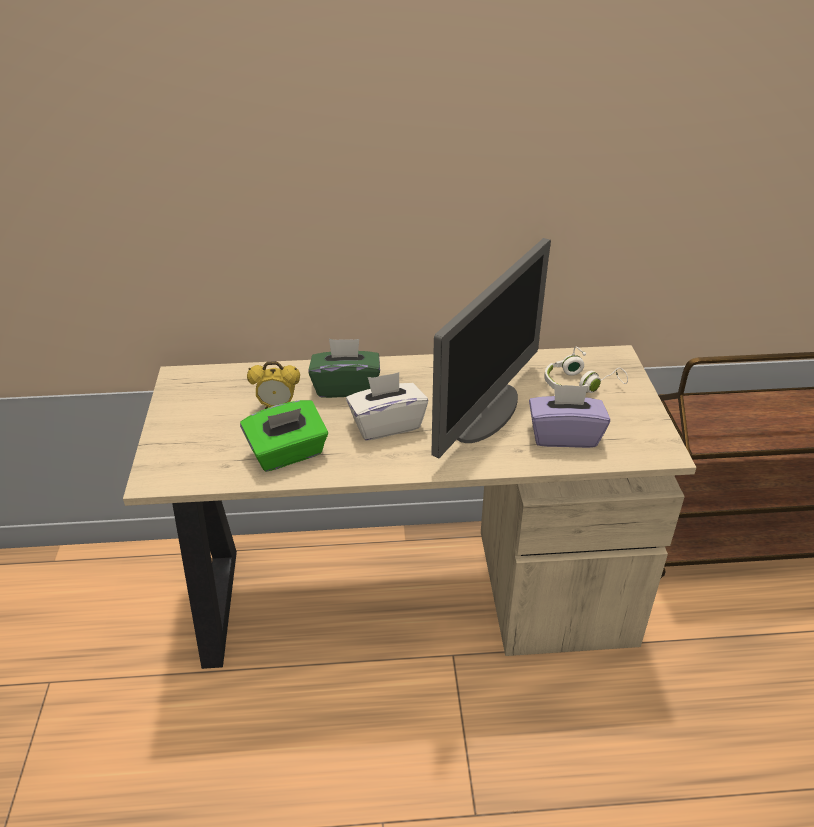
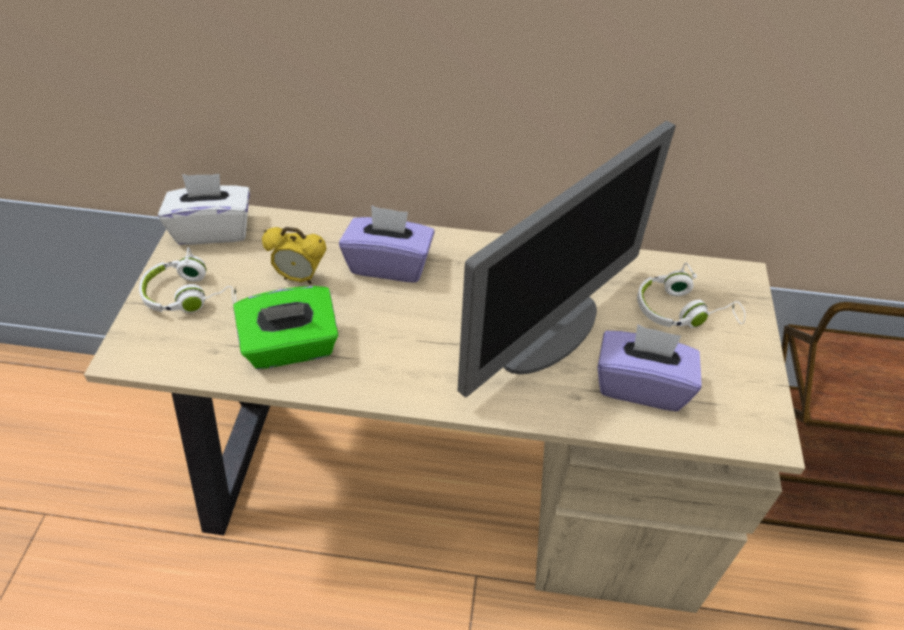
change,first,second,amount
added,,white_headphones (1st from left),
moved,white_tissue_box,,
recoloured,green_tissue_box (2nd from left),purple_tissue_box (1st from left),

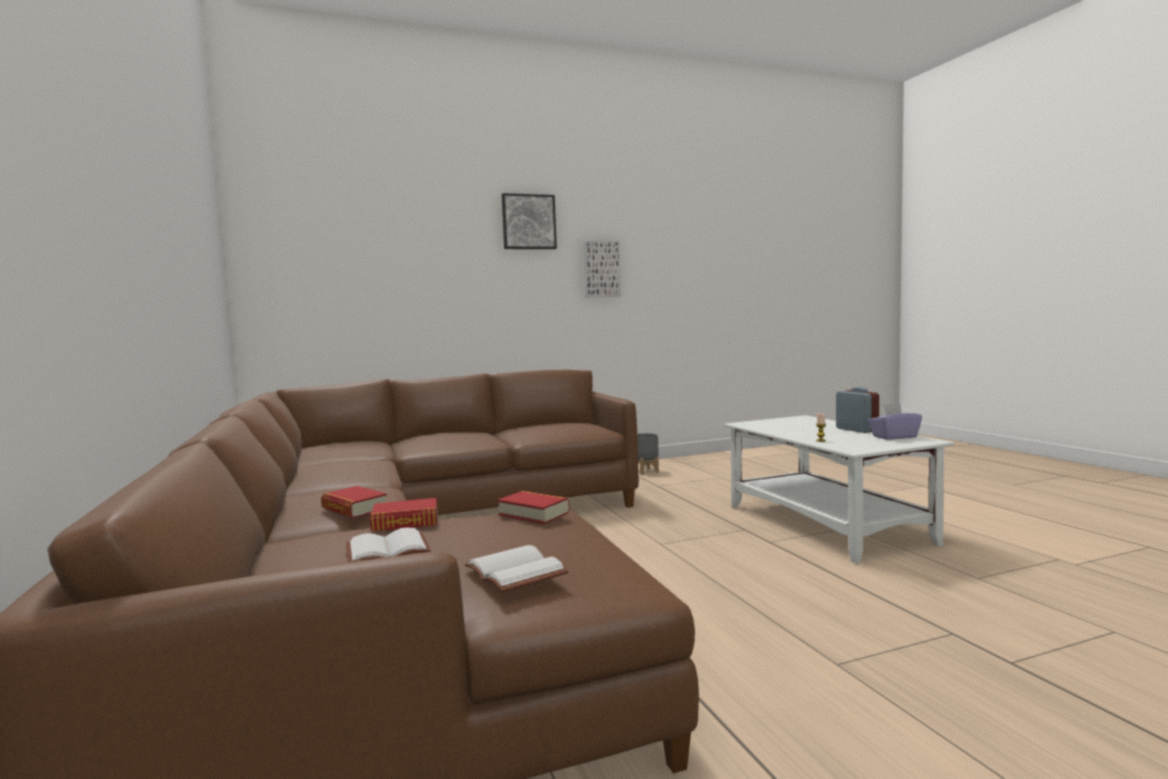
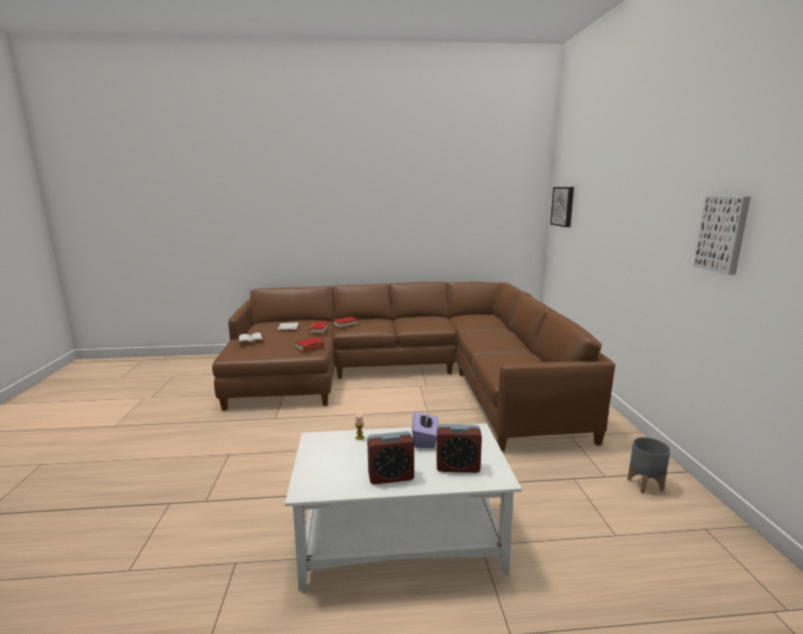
change,first,second,amount
added,,alarm_clock (2nd from left),
moved,picture (1st from left),,
moved,purple_tissue_box,,

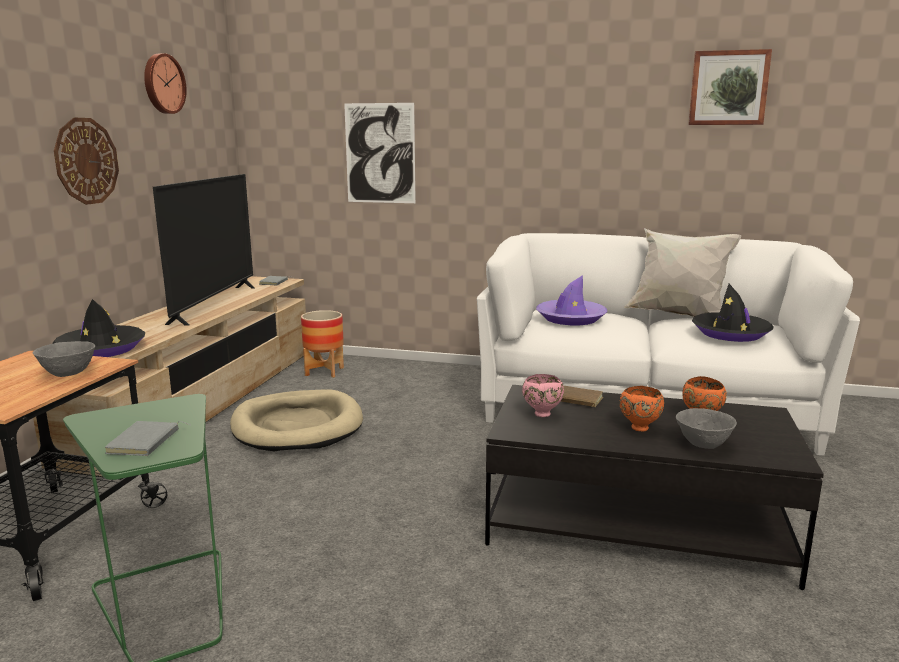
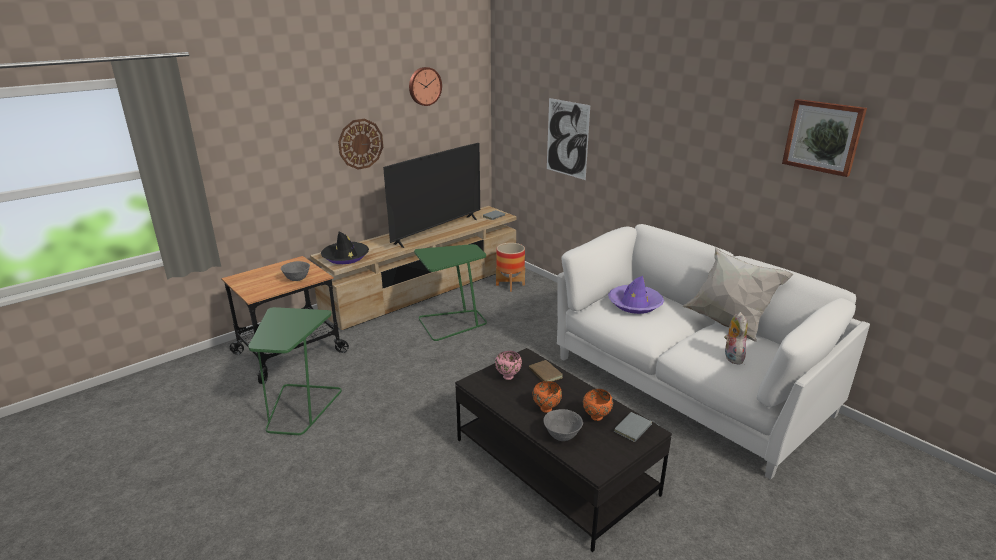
change,first,second,amount
moved,grey_book (1st from left in the first image),grey_book (2nd from left),
replaced,beige_dog_bed,green_side_table (2nd from left),
replaced,black_hat (2nd from left),plush_toy,

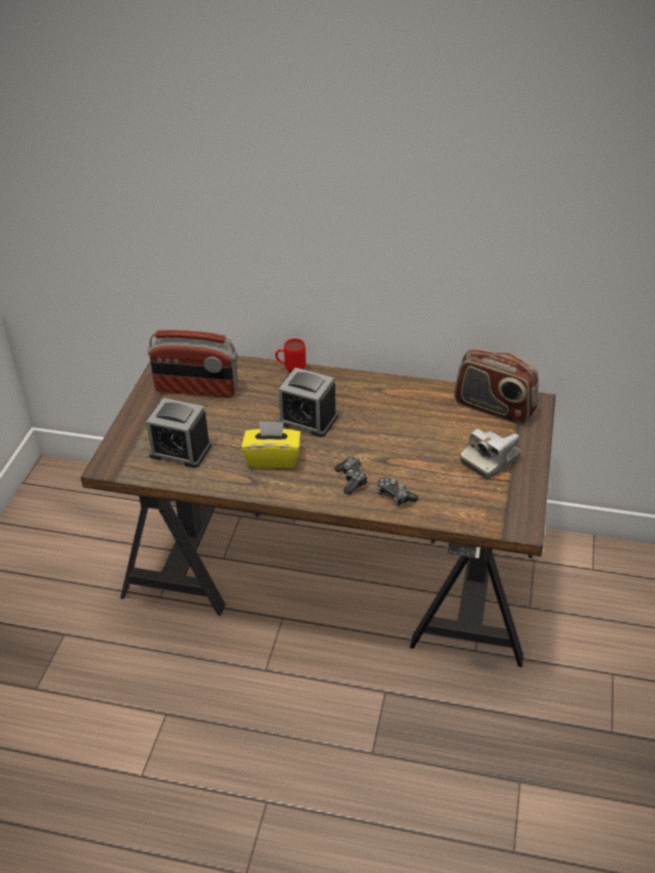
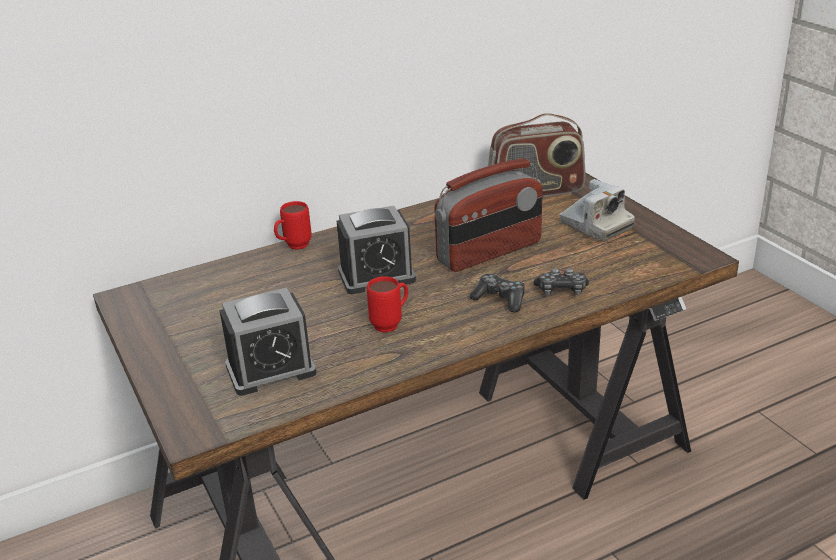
change,first,second,amount
moved,radio (1st from left),,
replaced,yellow_tissue_box,red_mug (2nd from left),
turned,photo_camera,,45 degrees counterclockwise

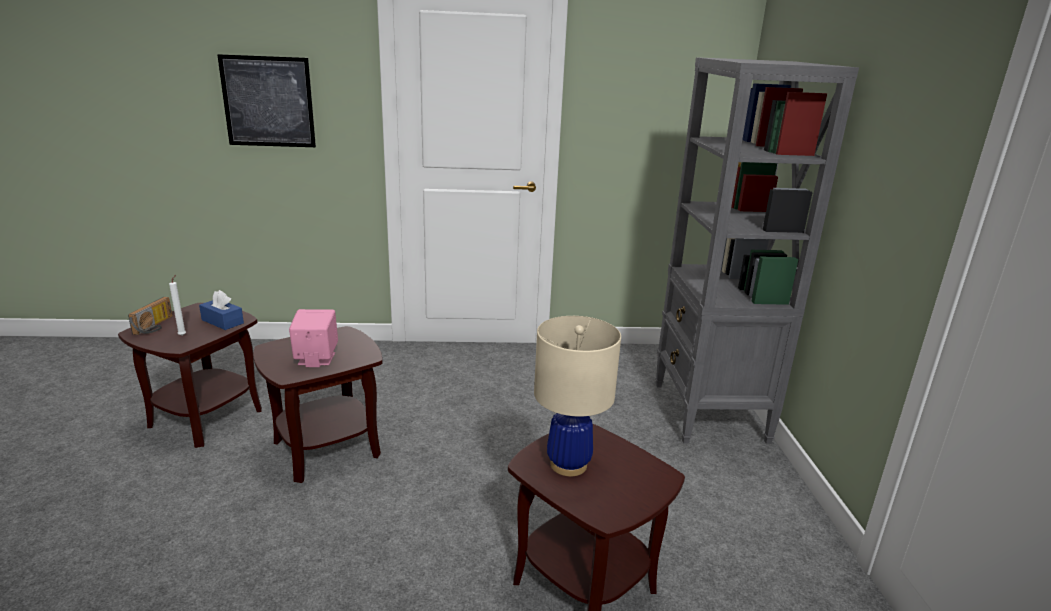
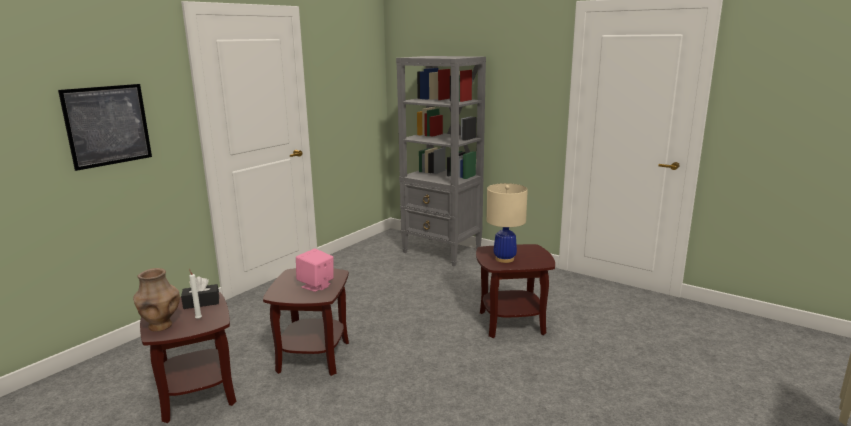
change,first,second,amount
replaced,radio,brown_vase,
recoloured,blue_tissue_box,black_tissue_box,

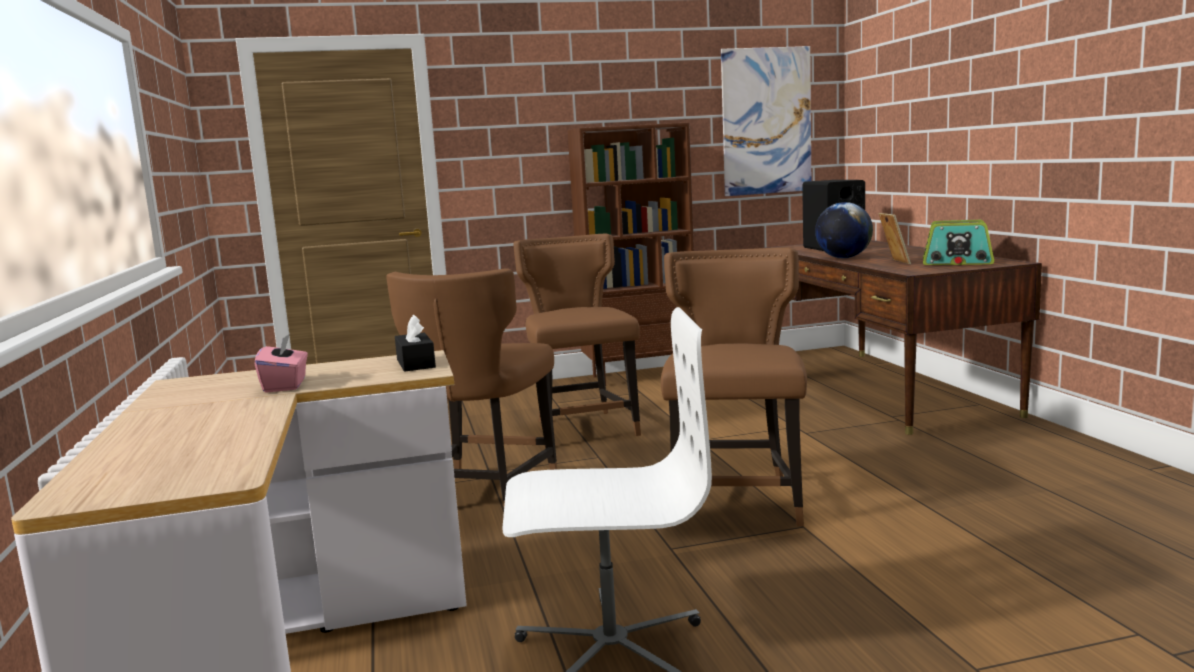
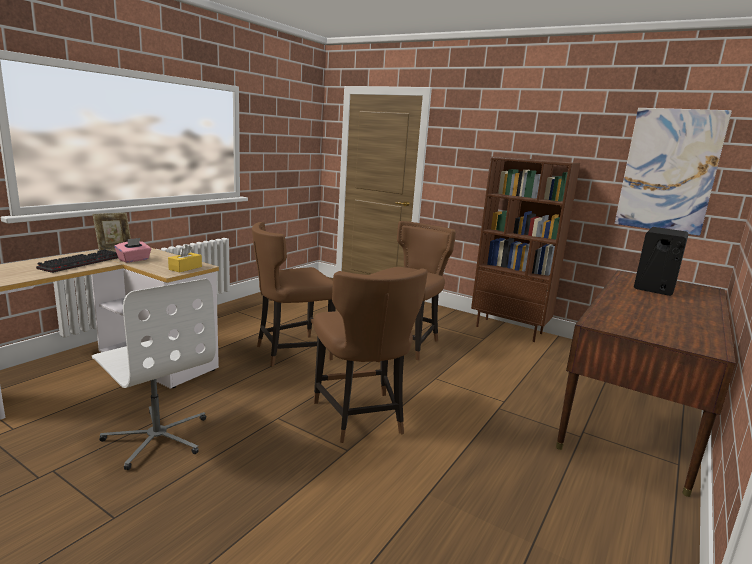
change,first,second,amount
removed,globe,,
removed,radio,,
added,,keyboard,
moved,picture_frame,,
recoloured,black_tissue_box,yellow_tissue_box,
turned,brown_chair (3rd from left in the first image),brown_chair (2nd from left),105 degrees clockwise

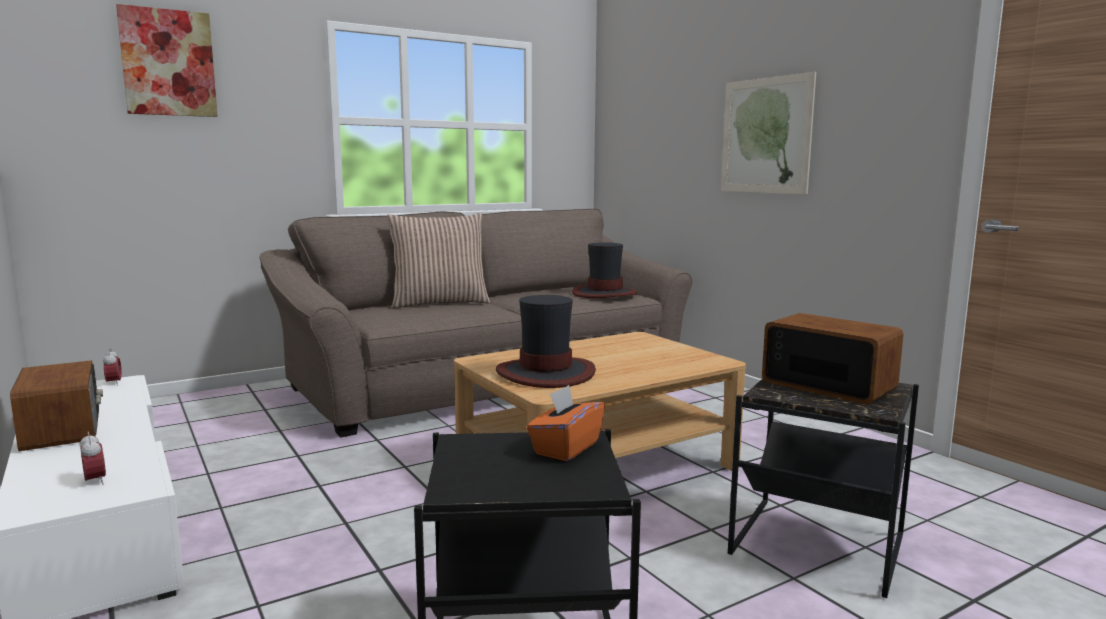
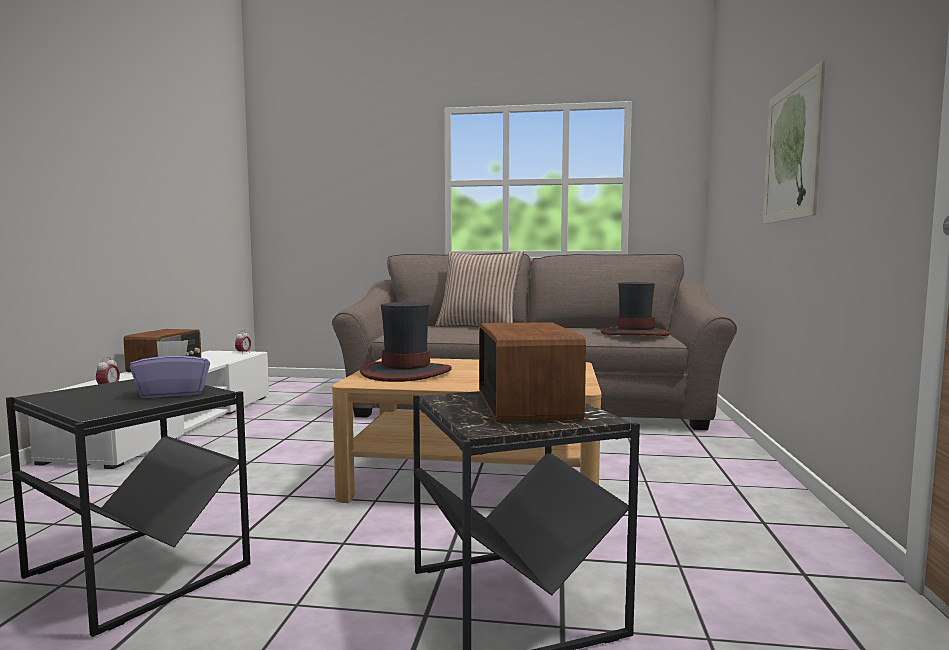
change,first,second,amount
removed,picture (1st from left),,
recoloured,orange_tissue_box,purple_tissue_box,

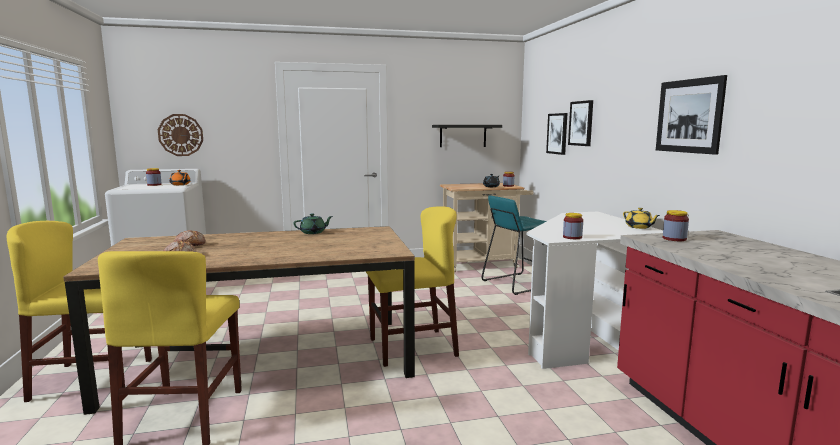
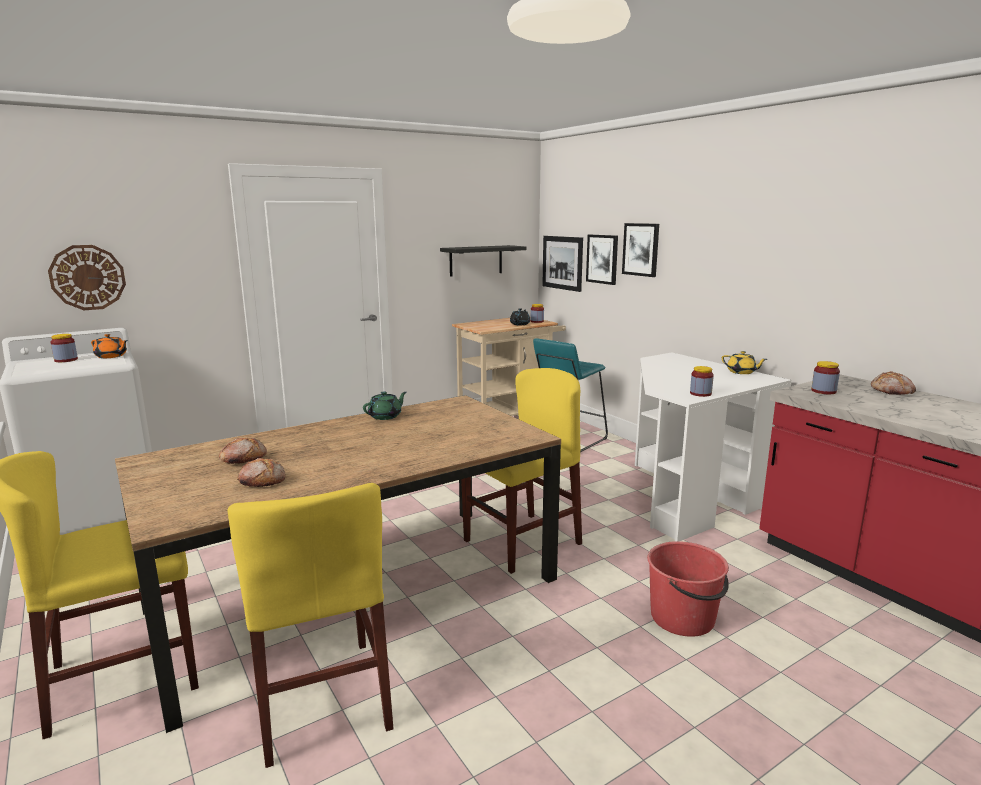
change,first,second,amount
added,,red_bucket,
added,,bread (3rd from left),
moved,picture (3rd from left in the first image),picture (1st from left),

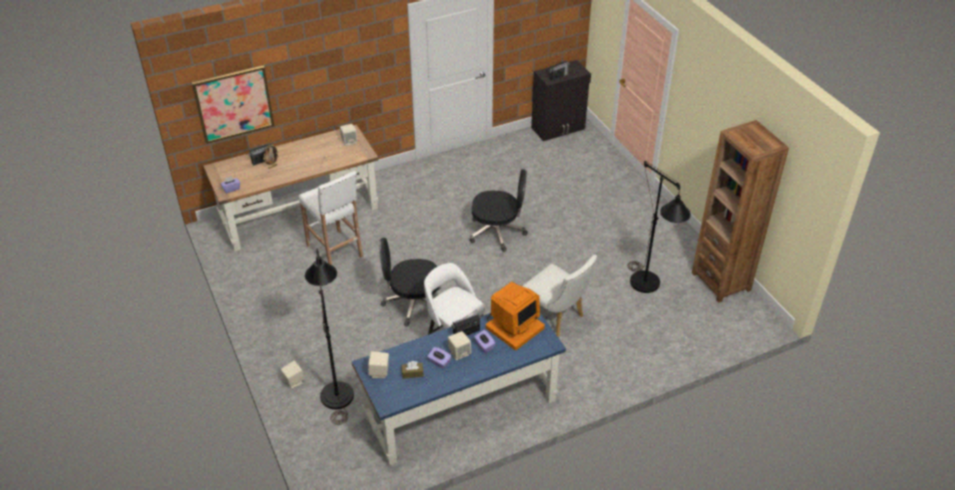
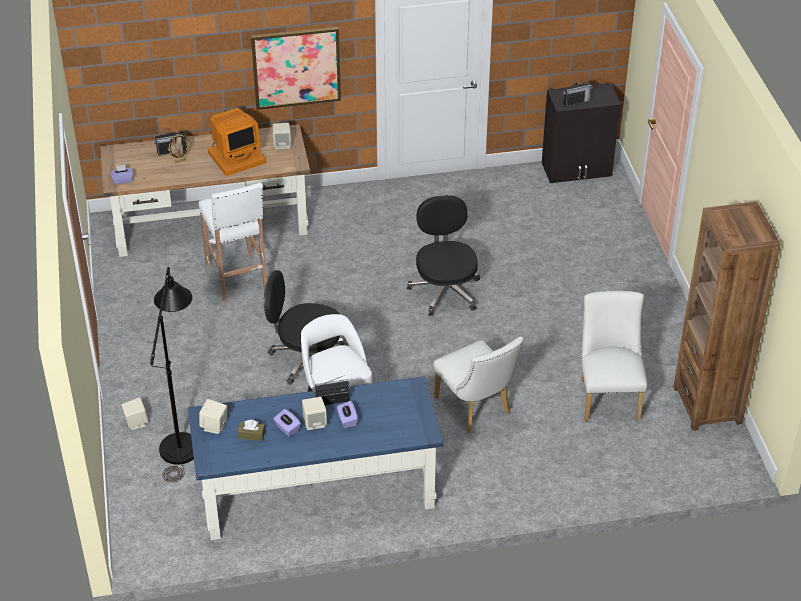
change,first,second,amount
moved,picture,,
moved,monitor,,
replaced,black_floor_lamp (2nd from left),white_chair (2nd from left),
turned,black_office_chair (2nd from left),,120 degrees counterclockwise

